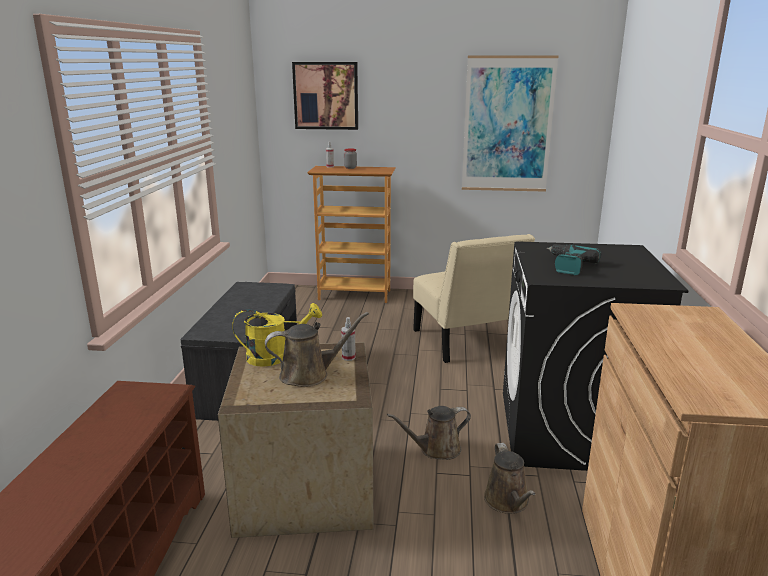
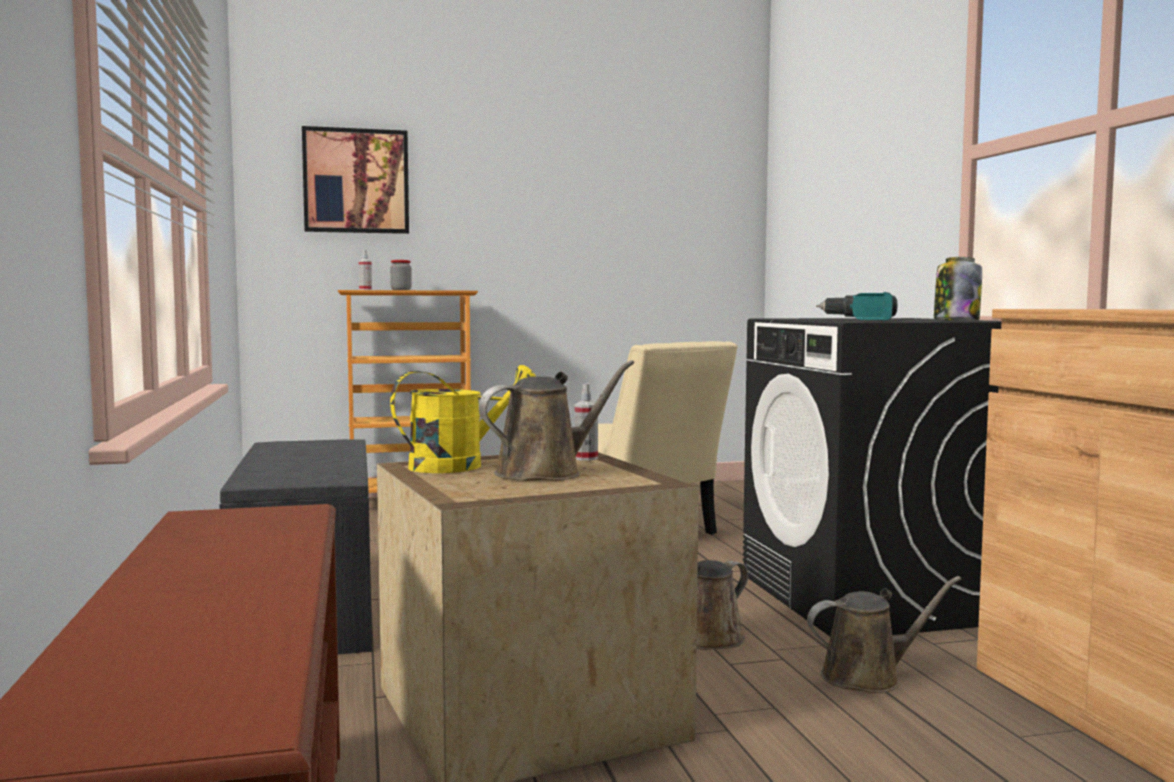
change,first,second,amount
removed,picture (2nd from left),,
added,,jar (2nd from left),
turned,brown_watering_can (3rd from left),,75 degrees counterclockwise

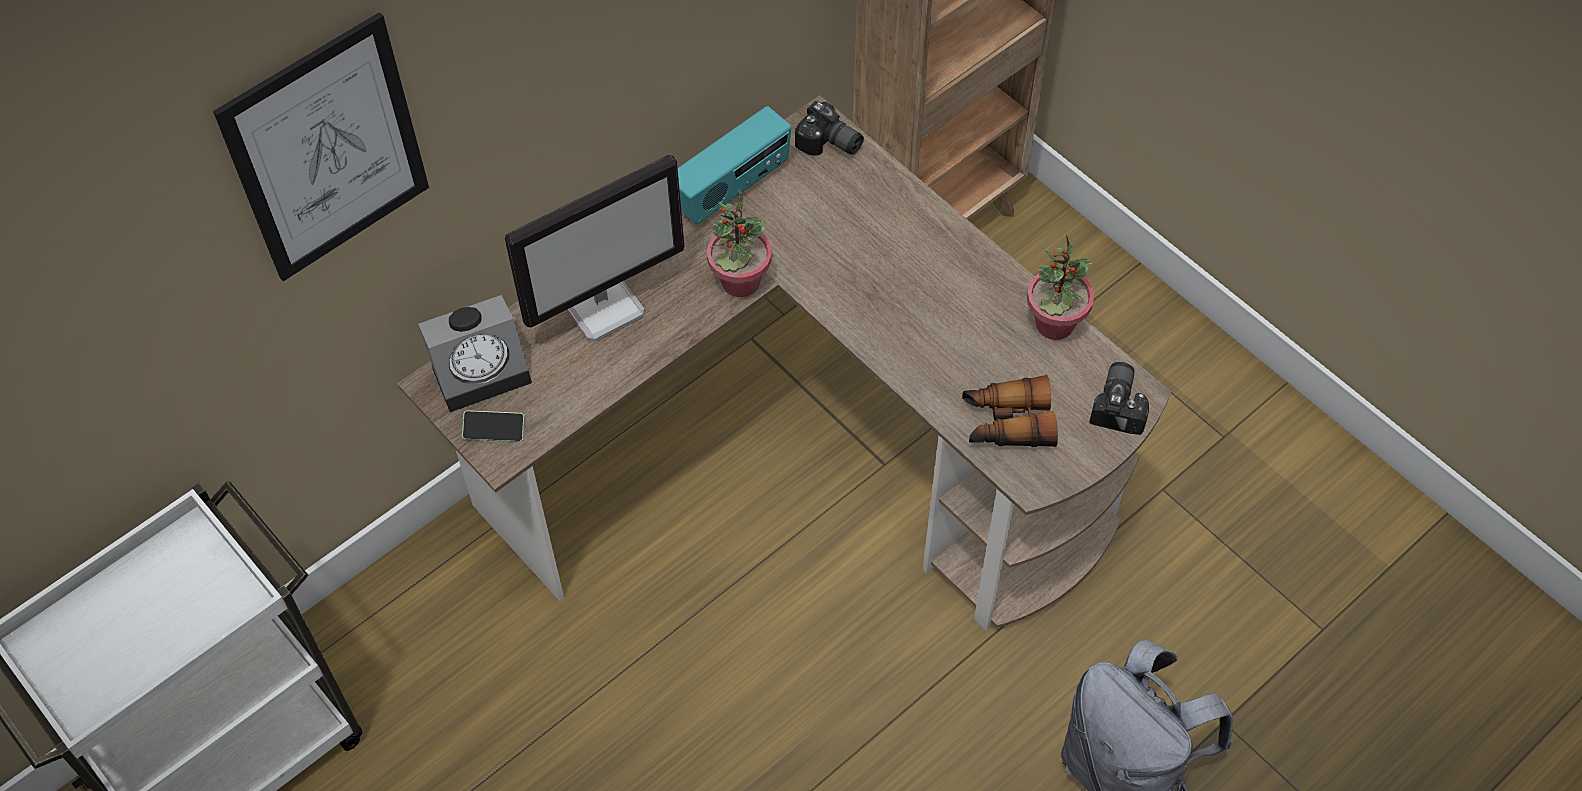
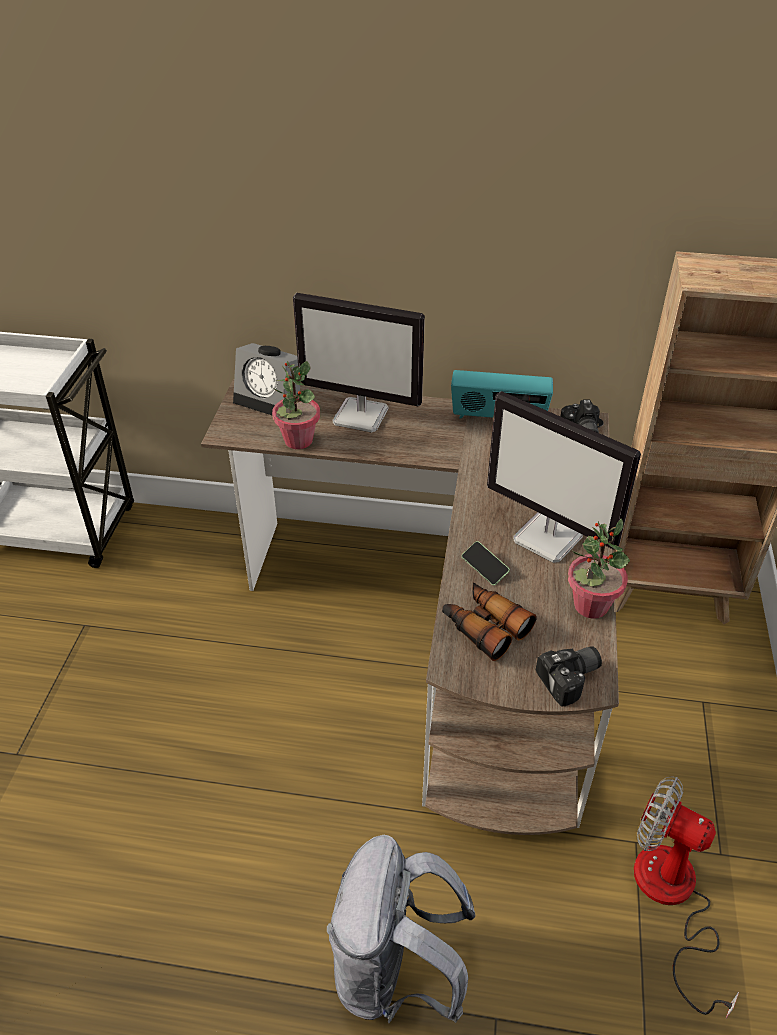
change,first,second,amount
removed,picture,,
added,,monitor (2nd from left),
added,,fan,
moved,phone,,
moved,potted_plant (1st from left),,

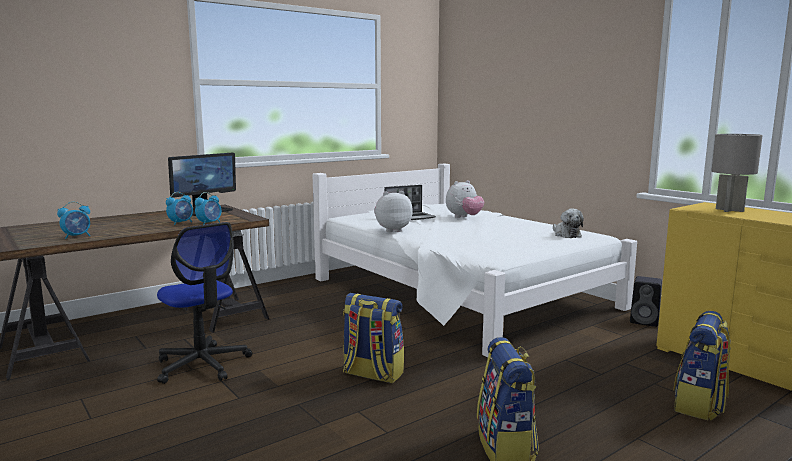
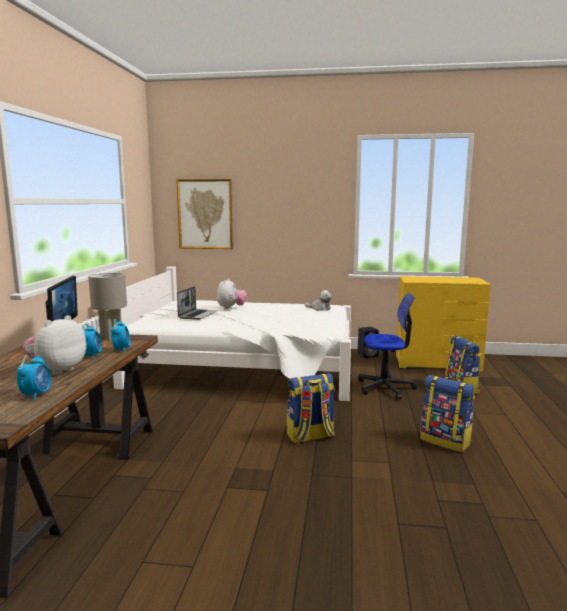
change,first,second,amount
added,,picture,
moved,office_chair,,
moved,plush_toy (1st from left),,
moved,grey_table_lamp,,

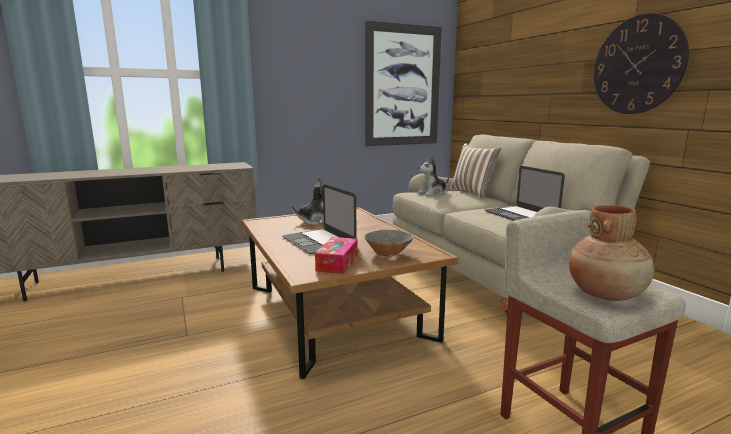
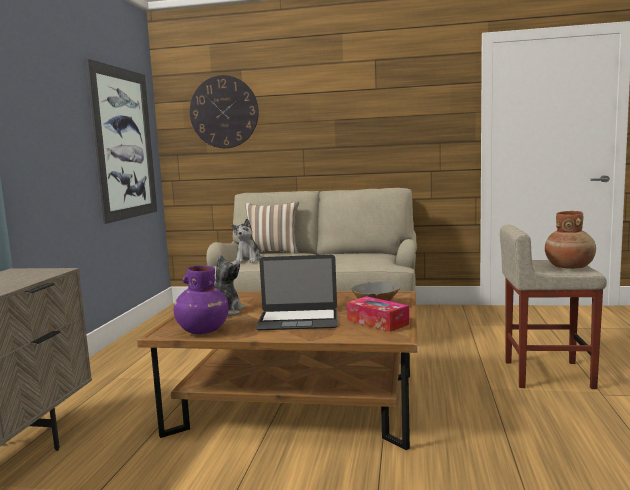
change,first,second,amount
removed,laptop (2nd from left),,
added,,purple_vase,
moved,wall_clock,,

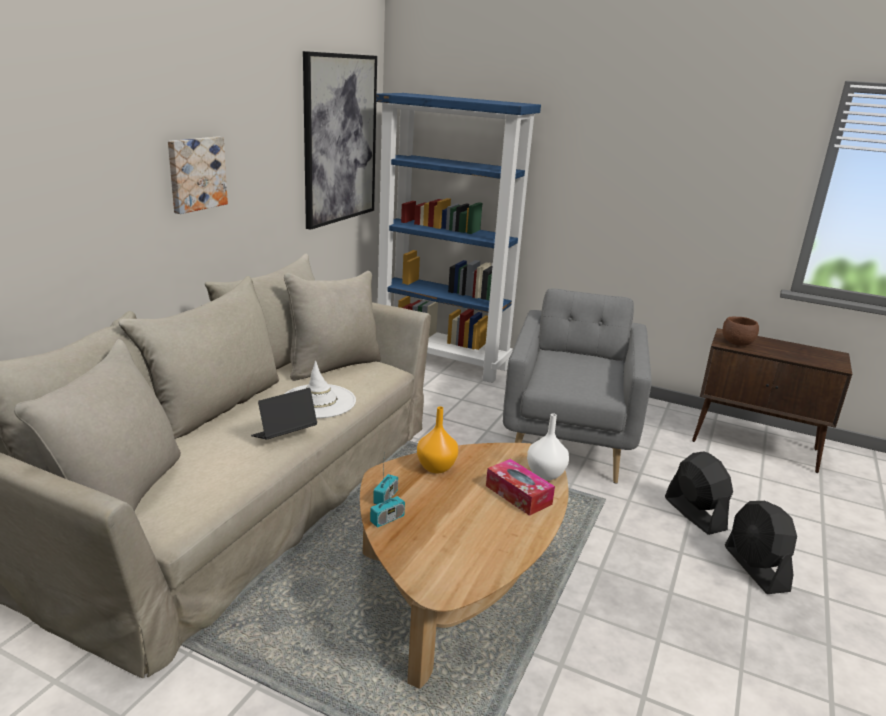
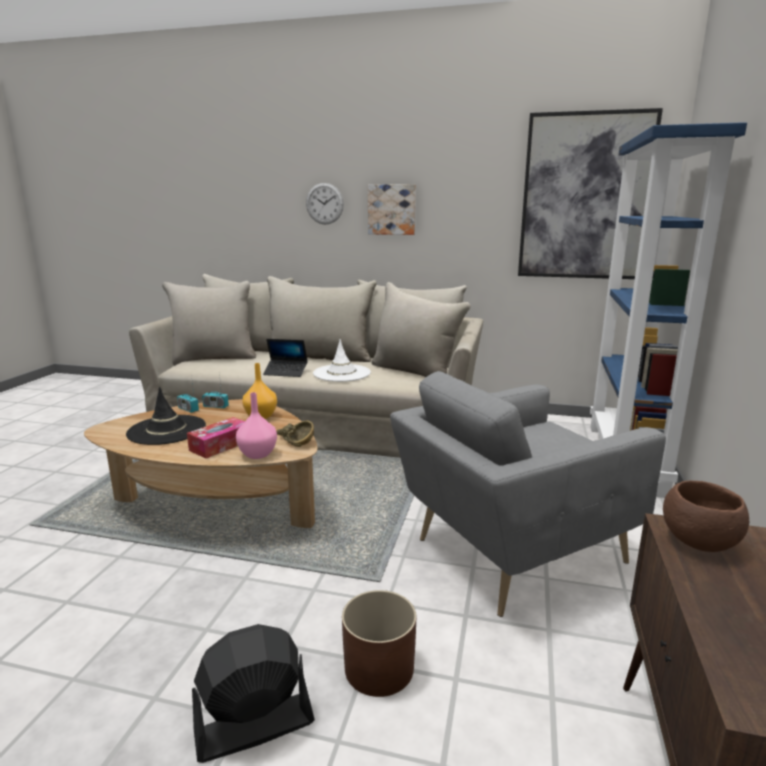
change,first,second,amount
added,,black_hat,
added,,brown_bowl (1st from left),
added,,wall_clock,
replaced,black_fan (1st from left),brown_planter,
recoloured,white_vase,pink_vase,
turned,laptop,,150 degrees clockwise
turned,grey_armchair,,150 degrees clockwise

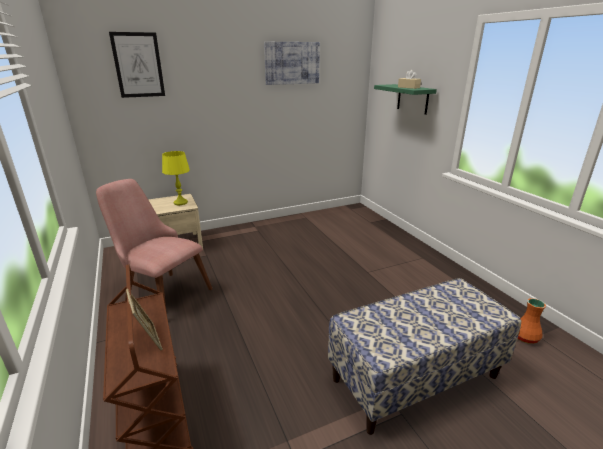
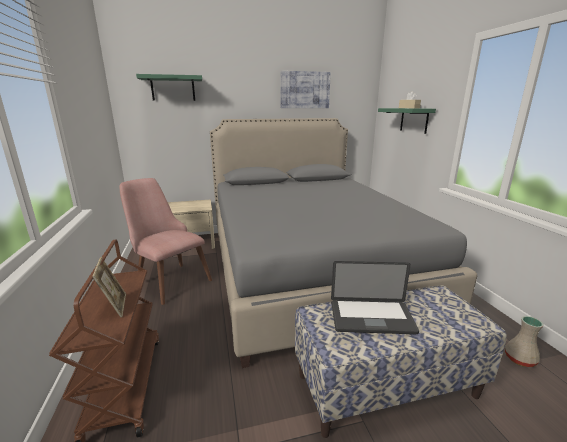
change,first,second,amount
removed,yellow_table_lamp,,
added,,grey_bed,
added,,laptop,
replaced,picture (1st from left),green_shelf (1st from left),
recoloured,orange_vase,beige_vase,

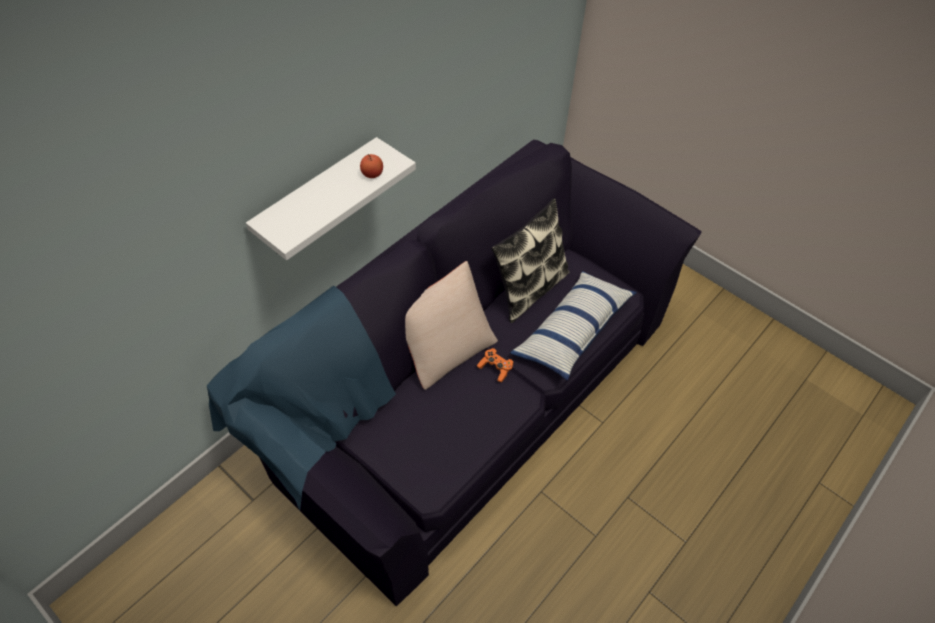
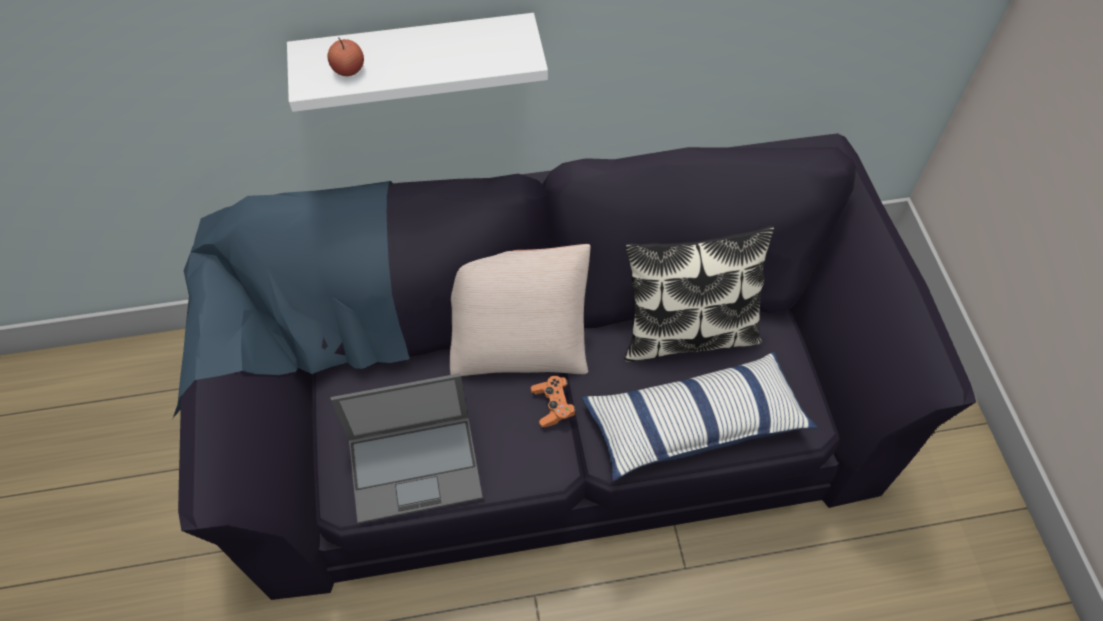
change,first,second,amount
added,,laptop,
moved,apple,,

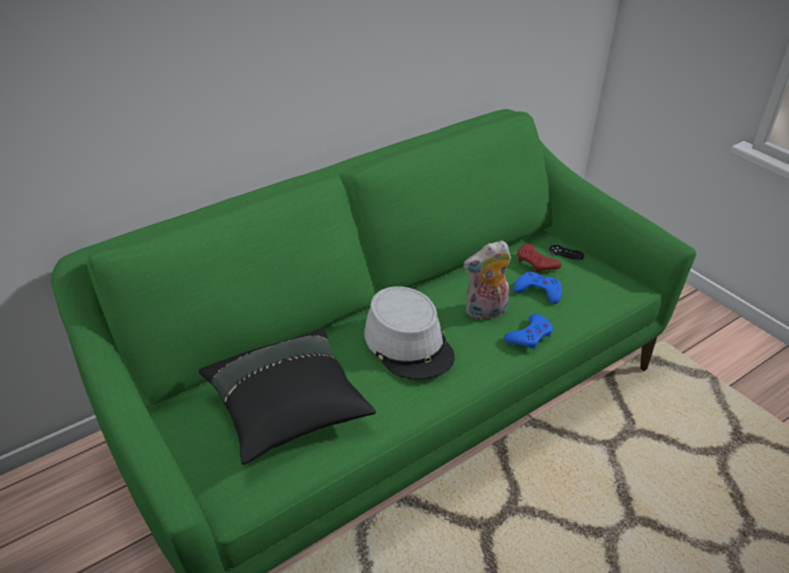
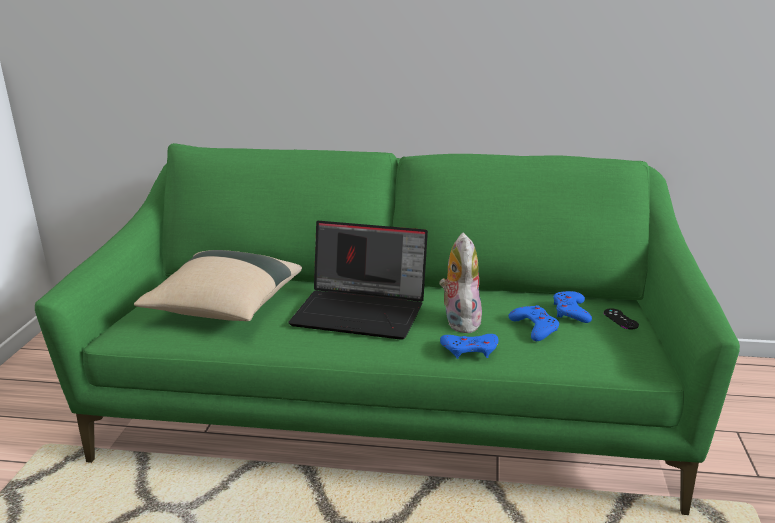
change,first,second,amount
replaced,grey_hat,laptop,
recoloured,black_pillow,beige_pillow,
recoloured,red_game_controller,blue_game_controller (3rd from left),
turned,plush_toy,,60 degrees clockwise

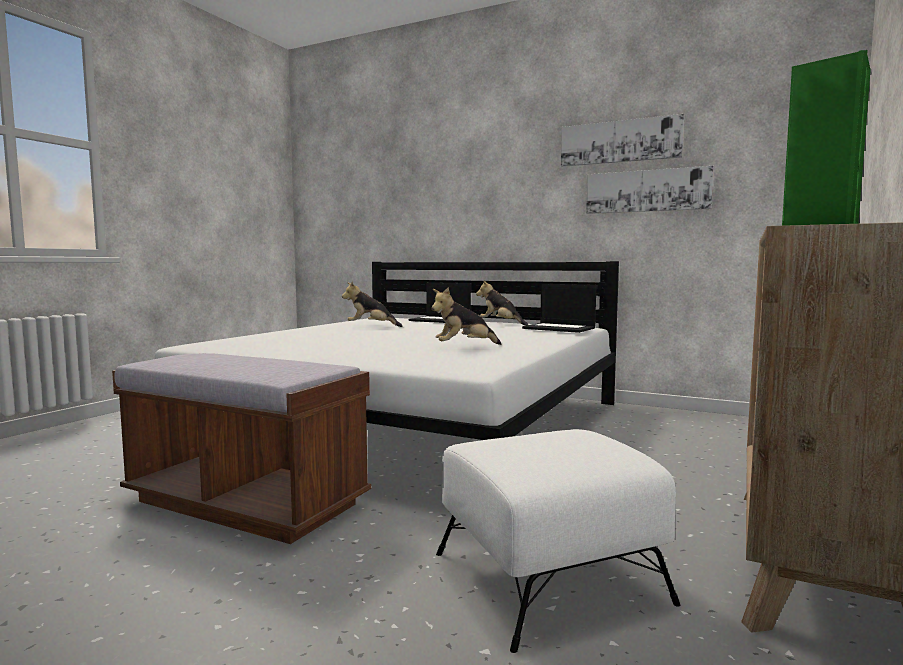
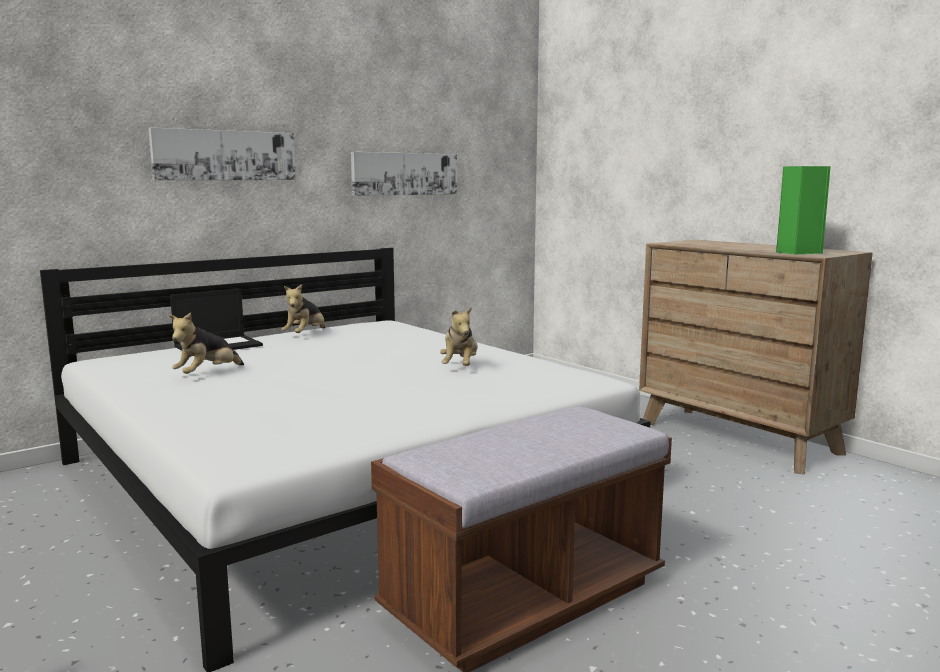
change,first,second,amount
removed,white_ottoman,,
removed,laptop (2nd from left),,
moved,picture (1st from left),,
turned,plush_toy (3rd from left in the first image),plush_toy (2nd from left),45 degrees counterclockwise

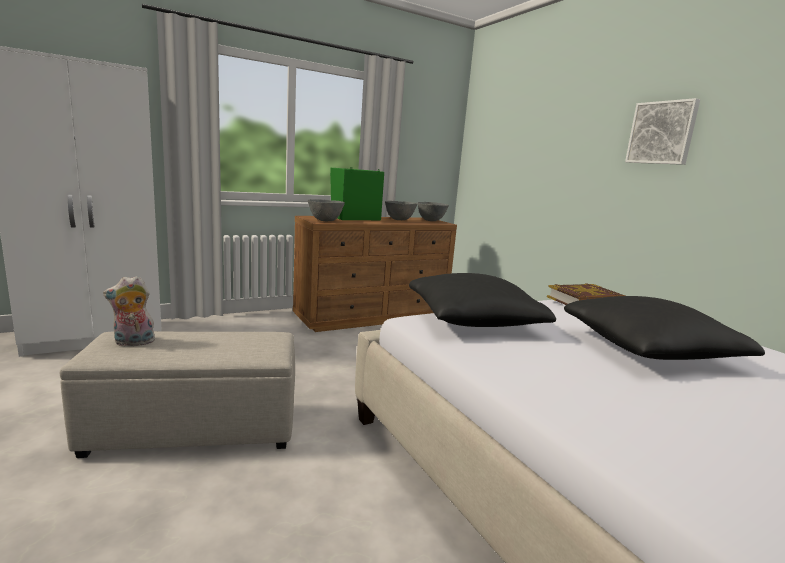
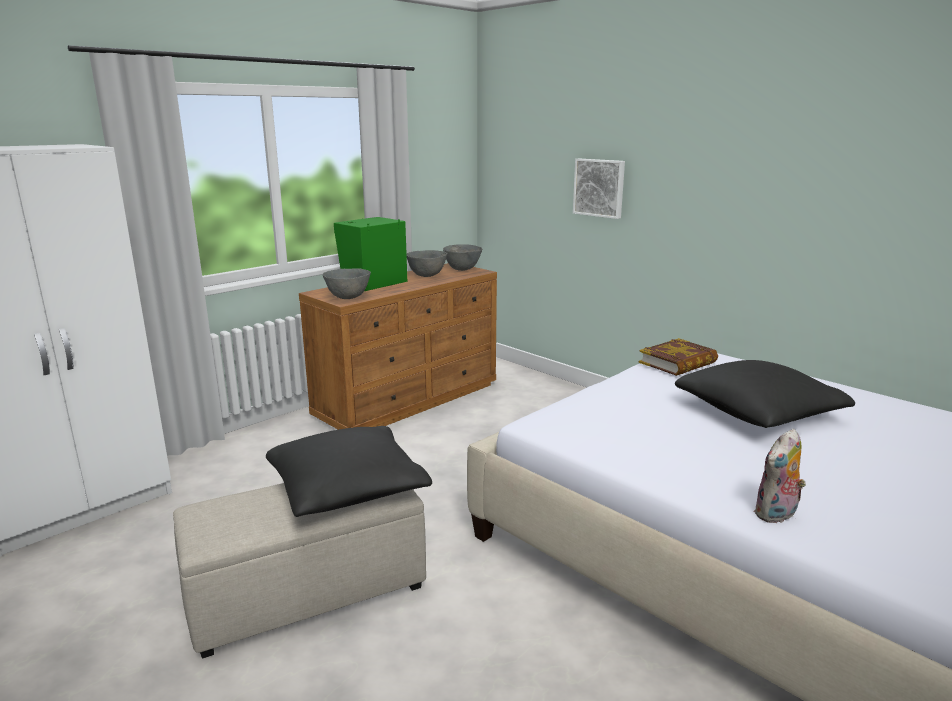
change,first,second,amount
moved,plush_toy,,
moved,black_pillow (1st from left),,
moved,picture,,

